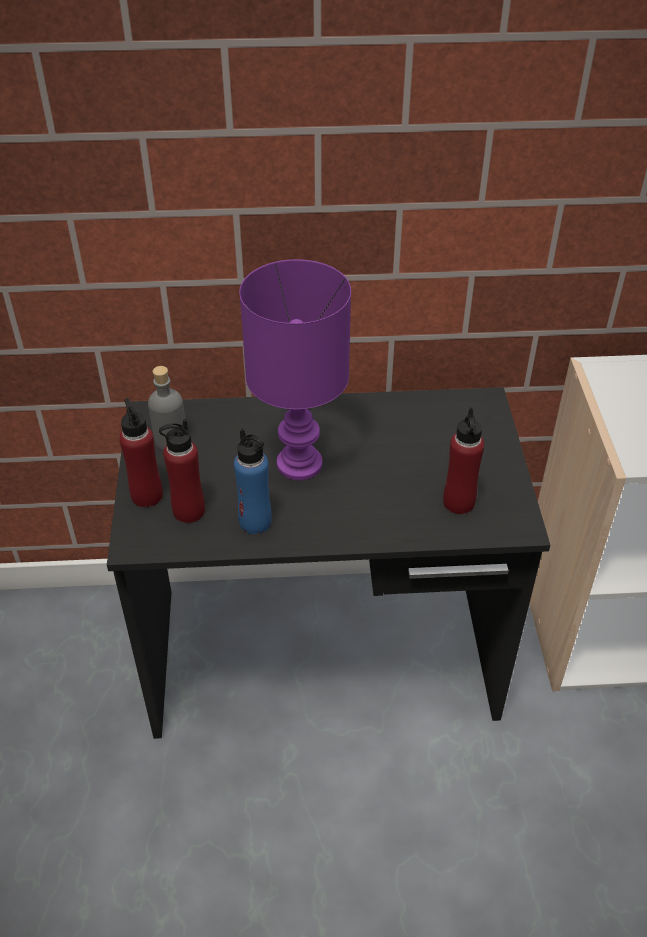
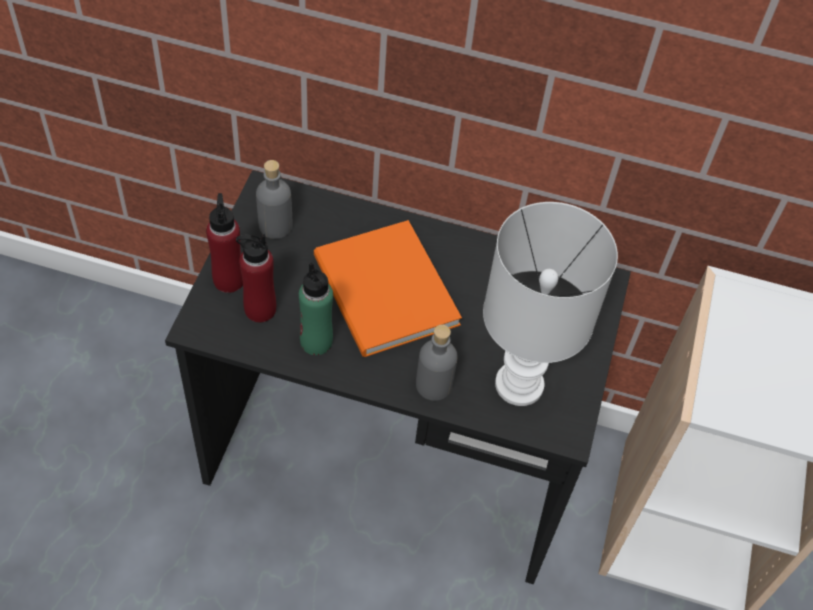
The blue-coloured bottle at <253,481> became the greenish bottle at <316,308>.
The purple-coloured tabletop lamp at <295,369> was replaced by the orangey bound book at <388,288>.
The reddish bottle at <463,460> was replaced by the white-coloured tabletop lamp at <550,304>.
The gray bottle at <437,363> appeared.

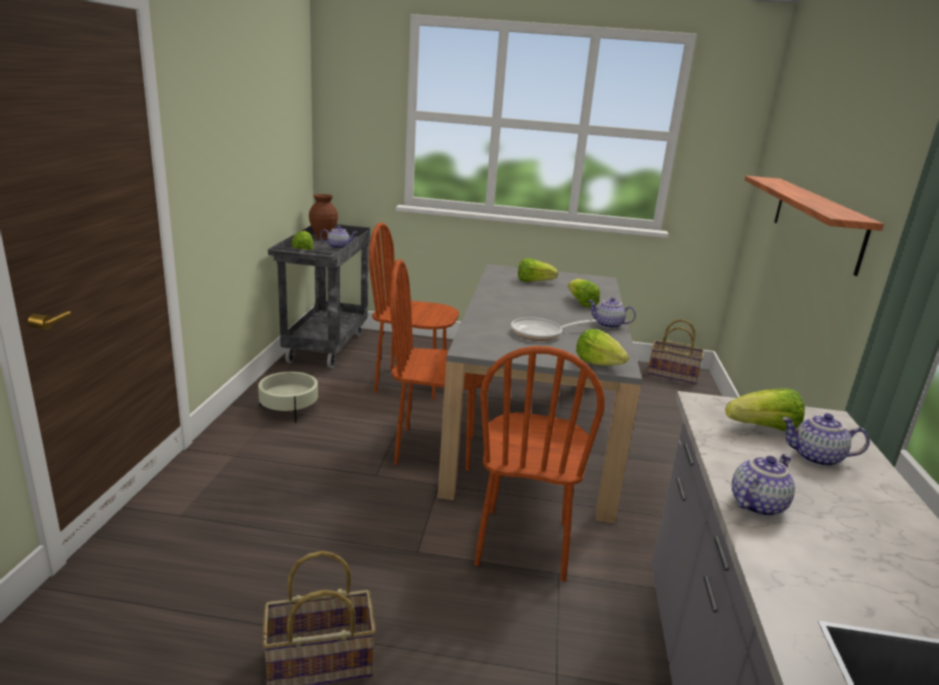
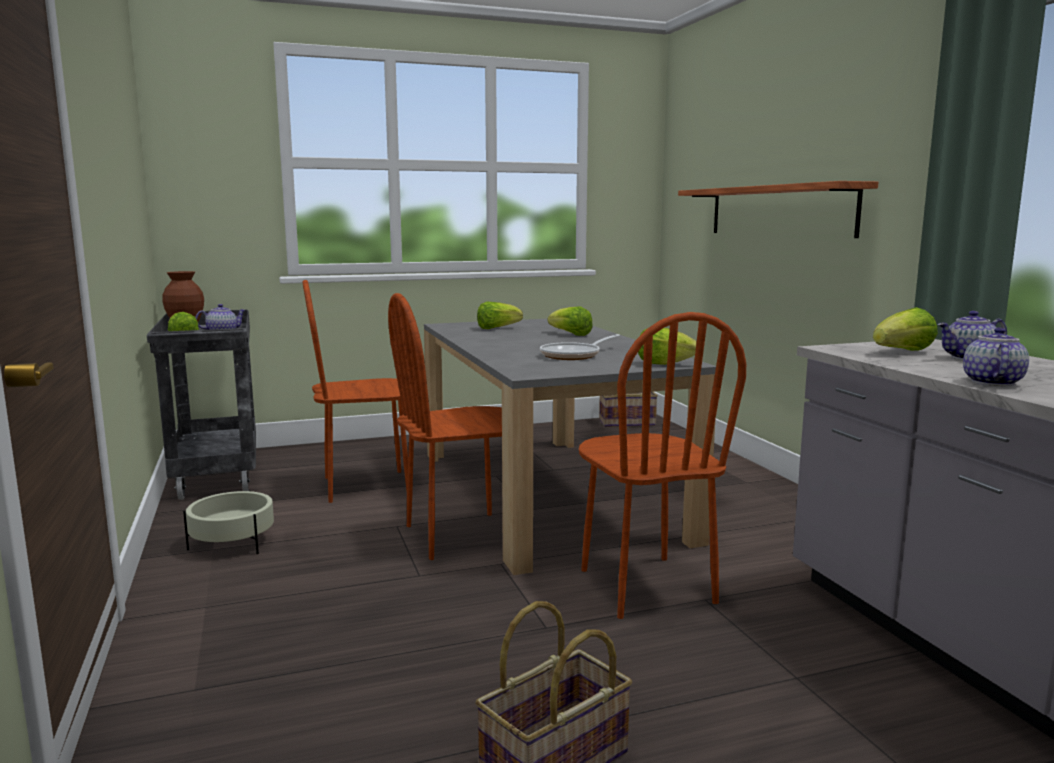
The teapot at <612,313> disappeared.

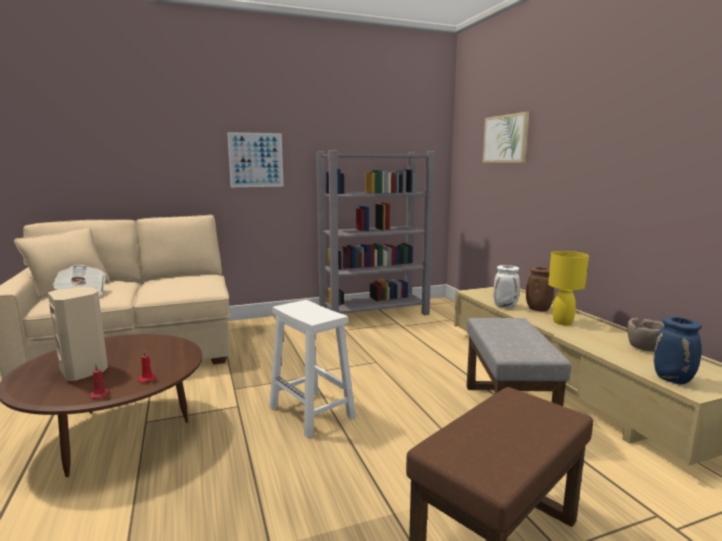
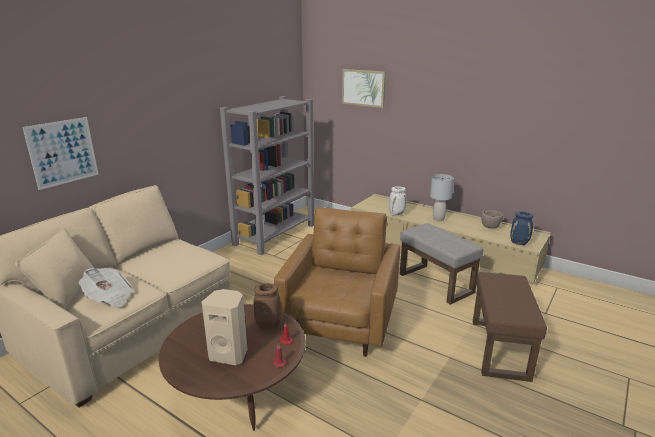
The wall art moved from <255,159> to <61,153>.
The white-coloured sitting stool at <313,369> was replaced by the brownish armchair at <337,282>.
The brownish vase moved from <540,289> to <267,306>.
The yellowish tabletop lamp at <568,288> became the gray tabletop lamp at <442,197>.

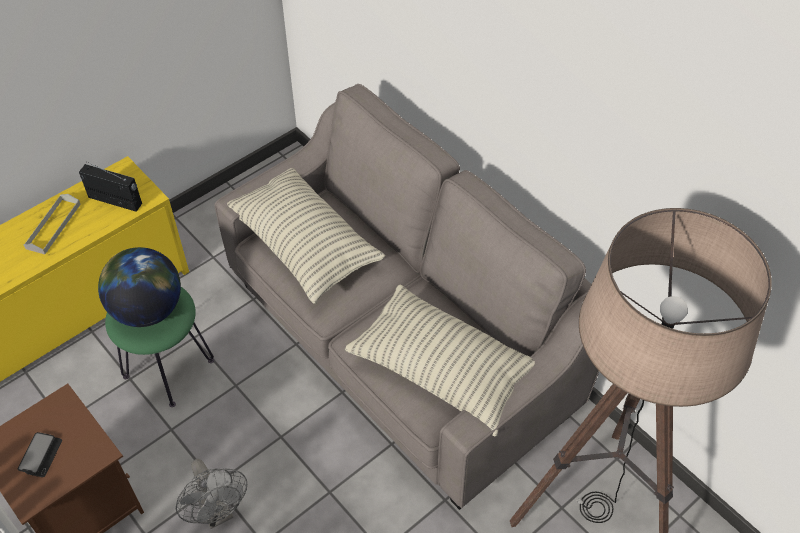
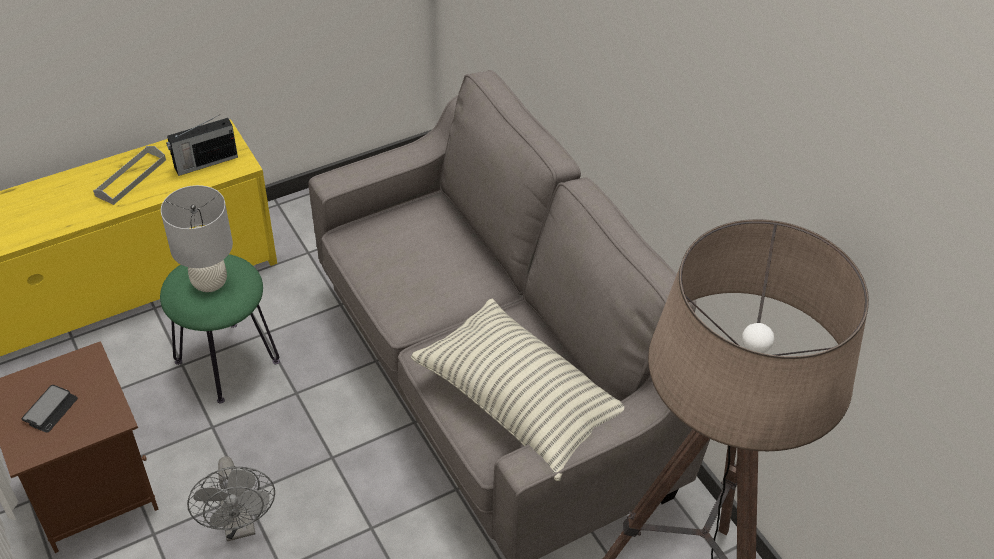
The radio set at <110,187> turned 120 degrees clockwise.
The desk globe at <139,287> was replaced by the gray tabletop lamp at <197,238>.
The throw pillow at <306,236> disappeared.

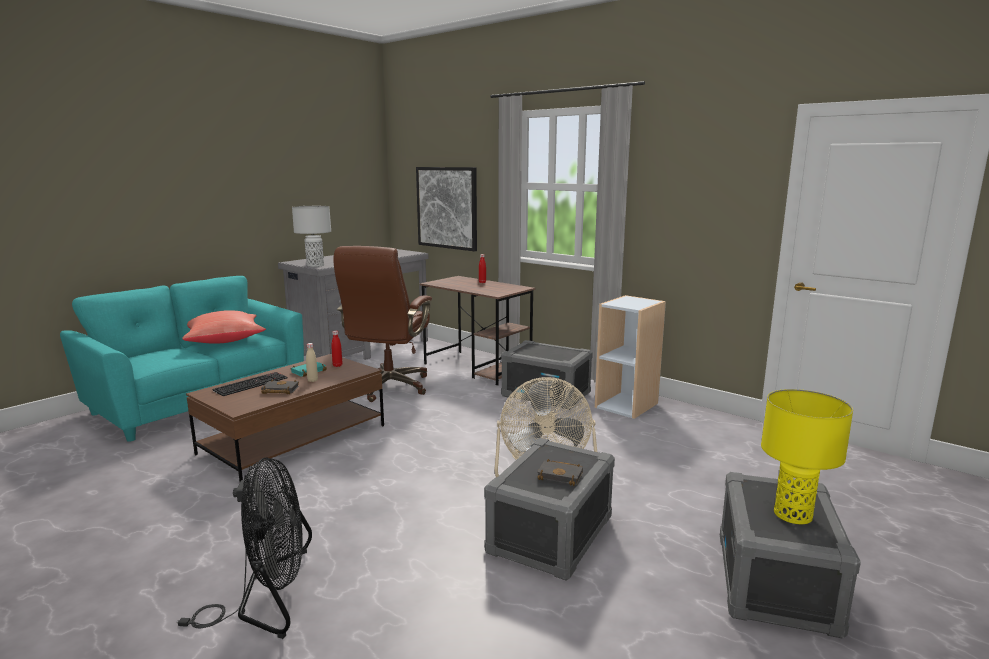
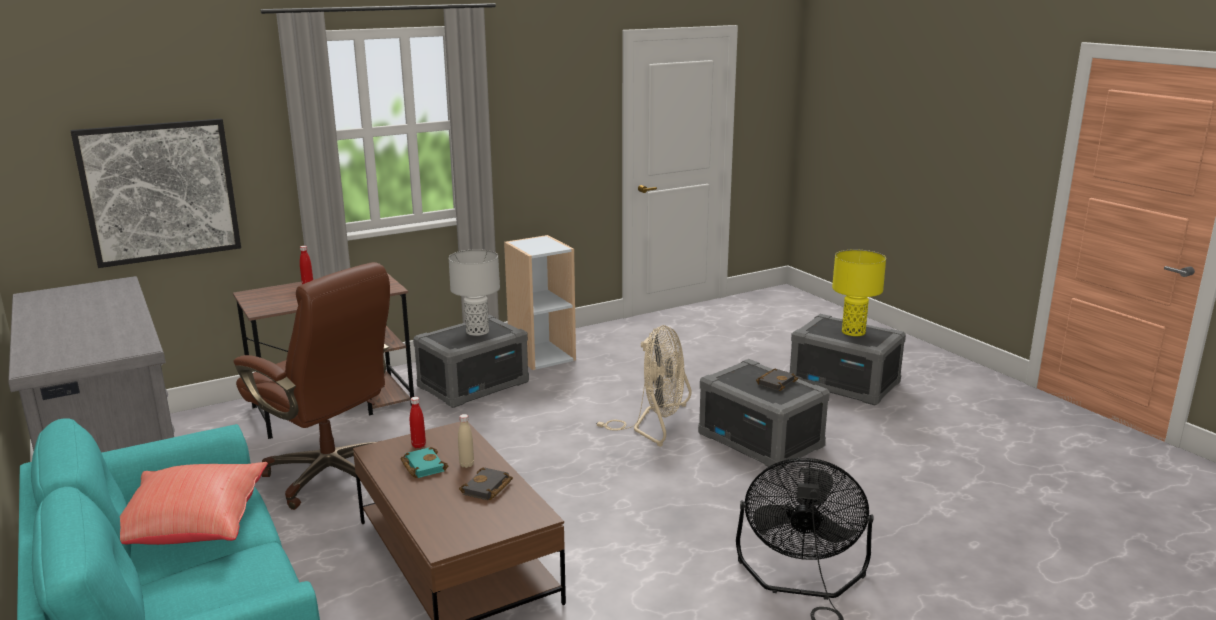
The keyboard at <250,384> disappeared.
The white-coloured tabletop lamp moved from <311,236> to <474,292>.

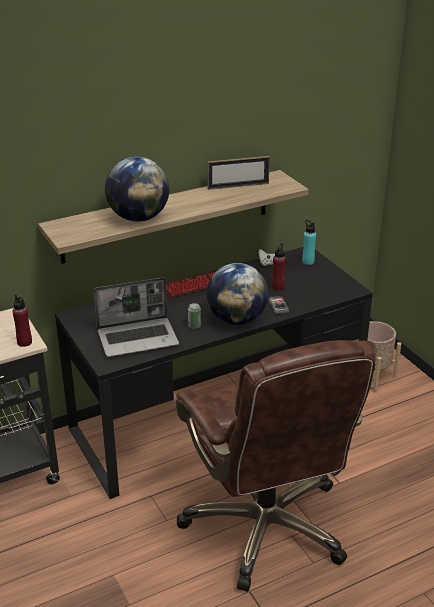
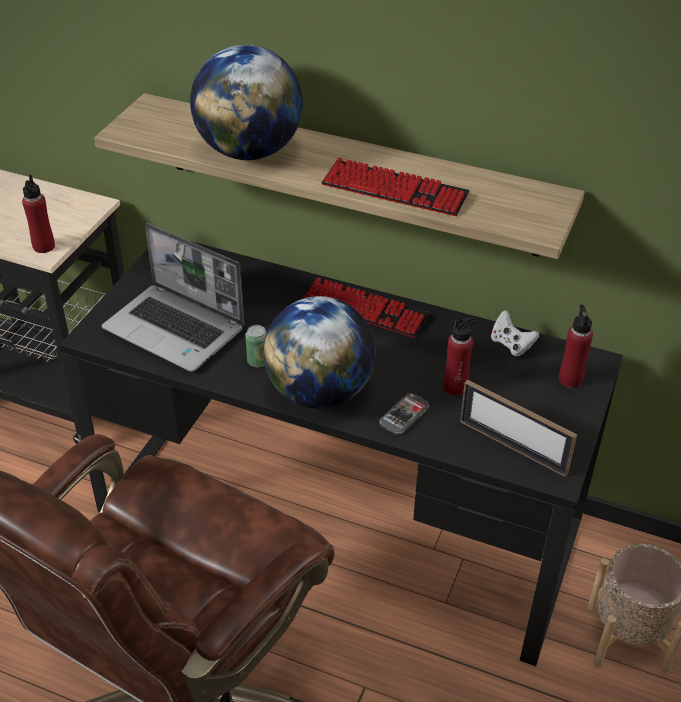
The picture frame moved from <238,173> to <518,428>.
The turquoise bottle at <309,242> became the reddish bottle at <576,346>.
The keyboard at <396,186> appeared.

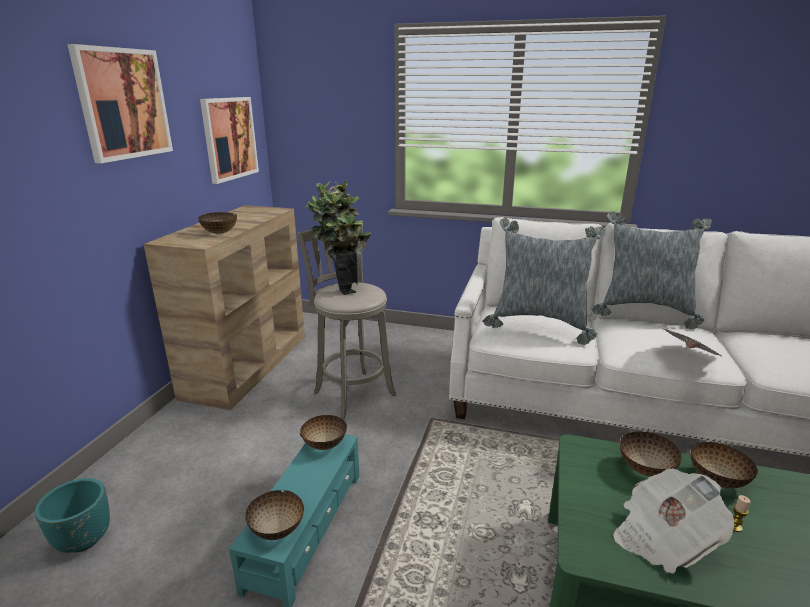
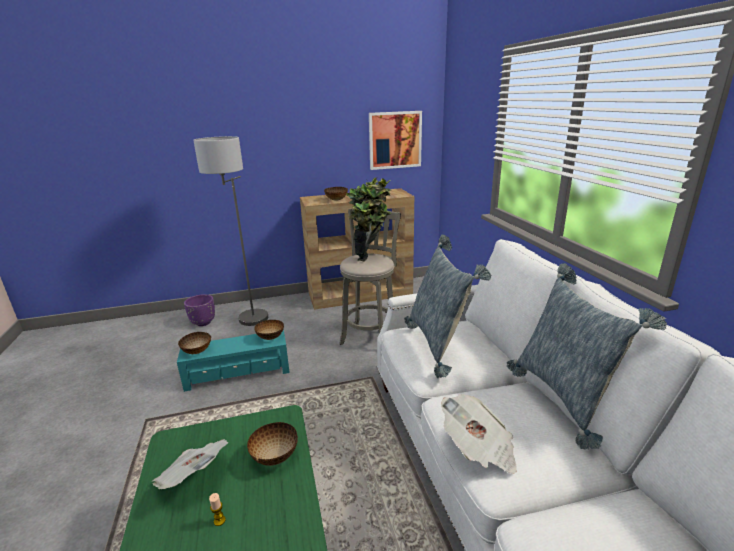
The turquoise plant pot at <72,515> became the purple-coloured plant pot at <199,310>.
The wall art at <120,103> disappeared.
The deep dish at <724,465> disappeared.
The gray standard lamp at <230,231> appeared.

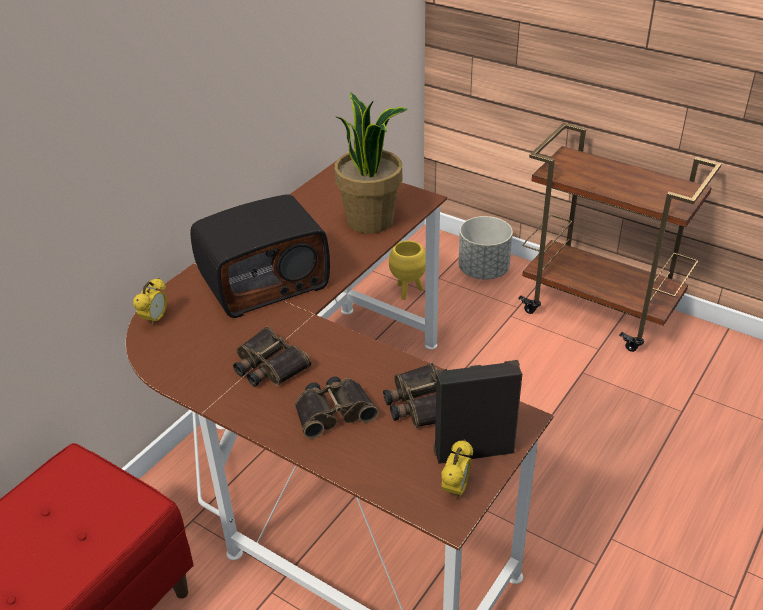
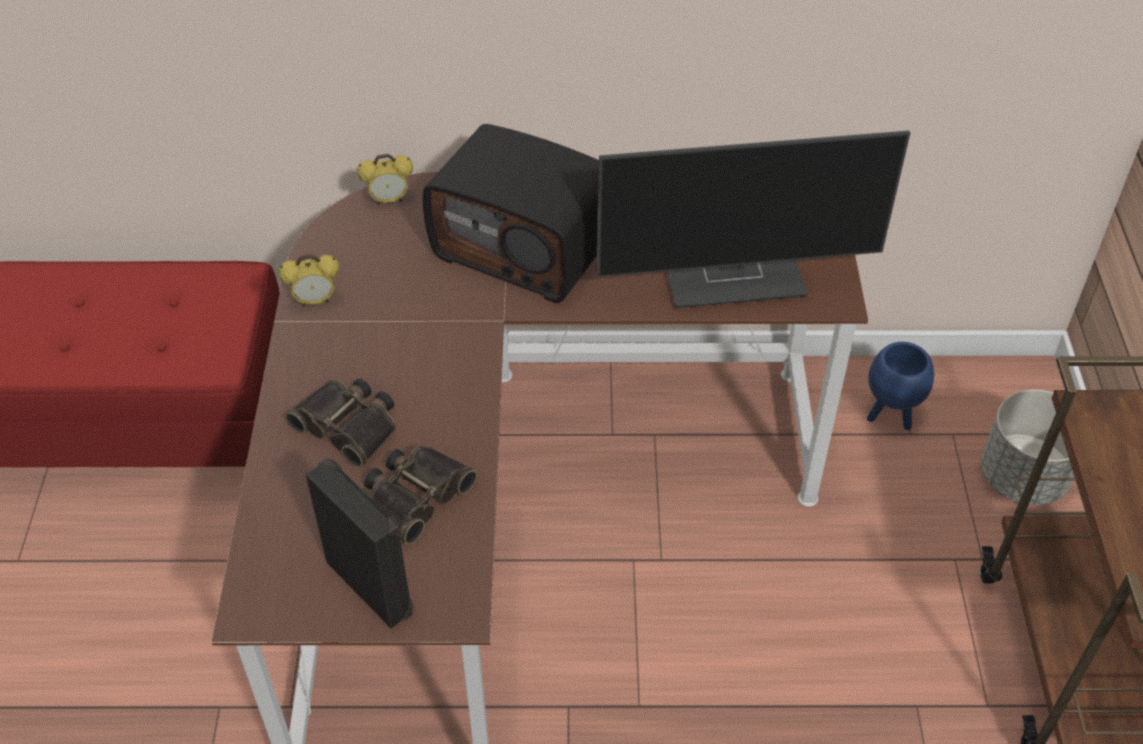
The field glasses at <272,356> disappeared.
The houseplant at <371,163> was replaced by the computer screen at <753,219>.
The yellowish plant pot at <407,270> became the blue-coloured plant pot at <900,386>.
The bedside clock moved from <457,470> to <309,280>.

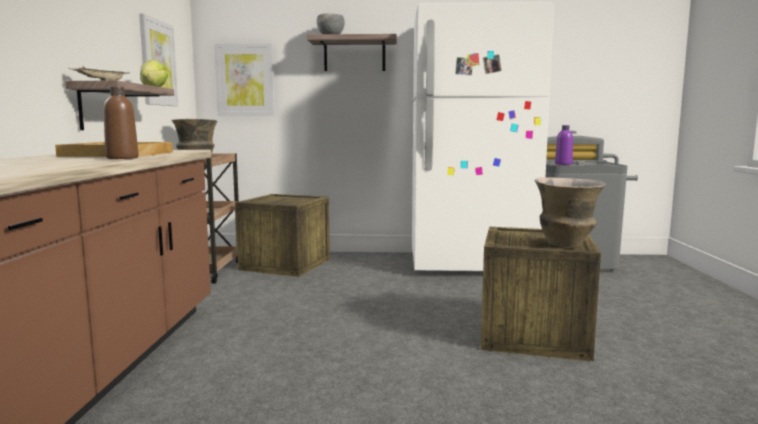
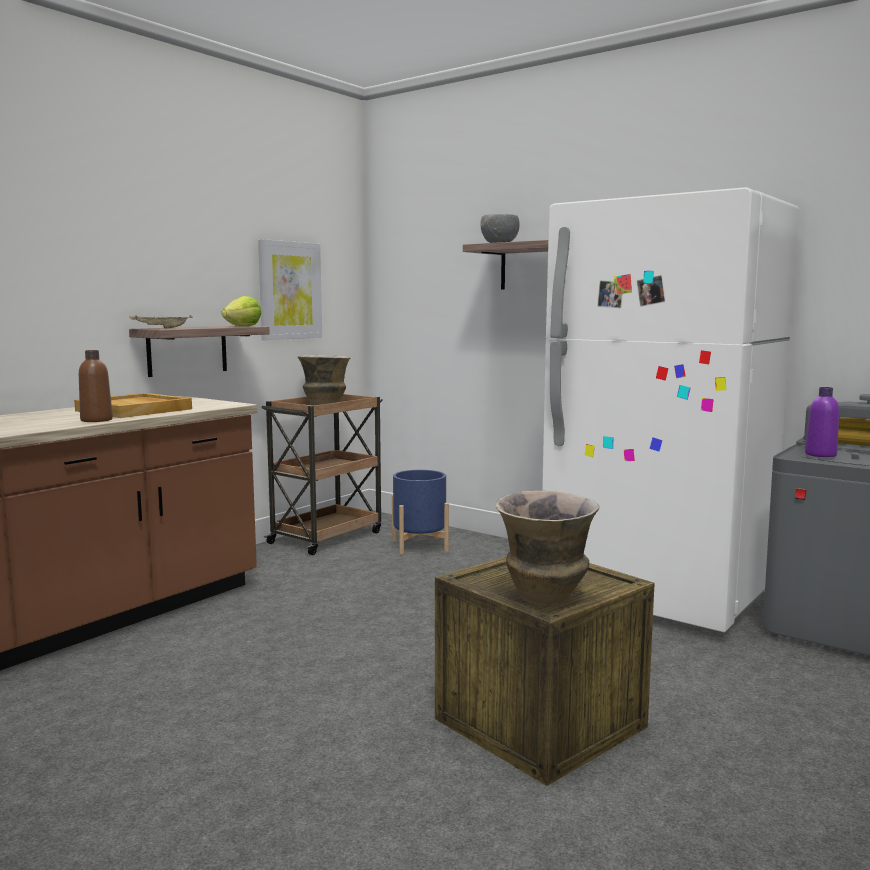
The wall art at <244,79> disappeared.
The crate at <282,235> was replaced by the blue-coloured plant pot at <420,512>.

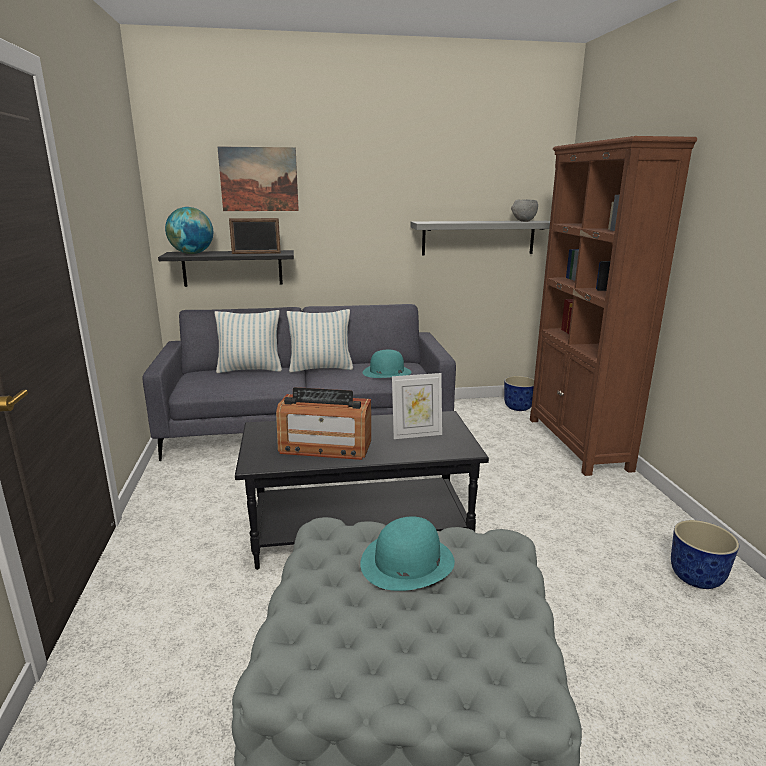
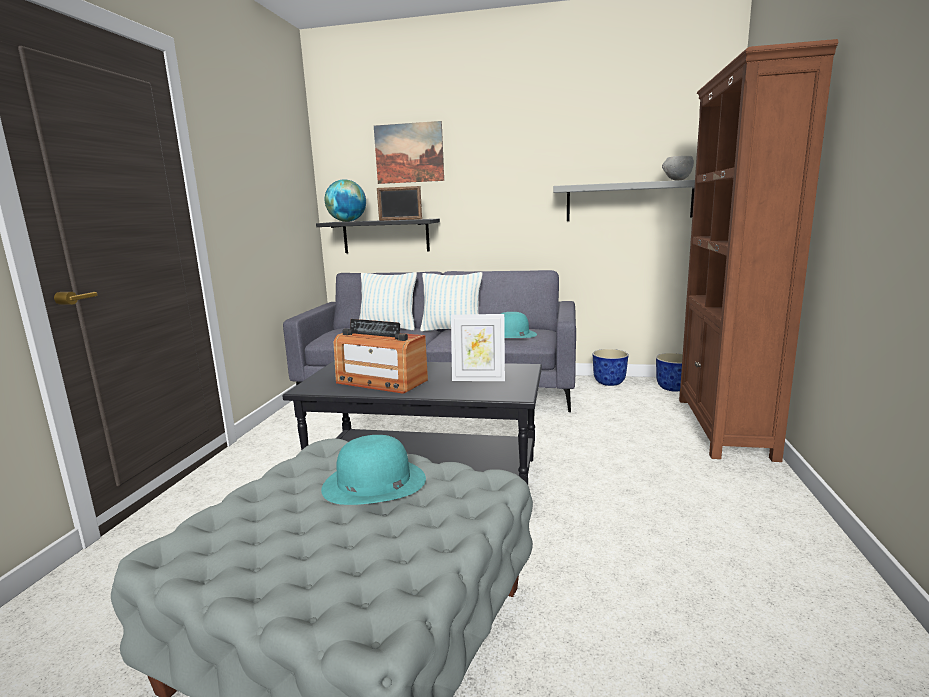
The plant pot moved from <705,554> to <611,367>.

